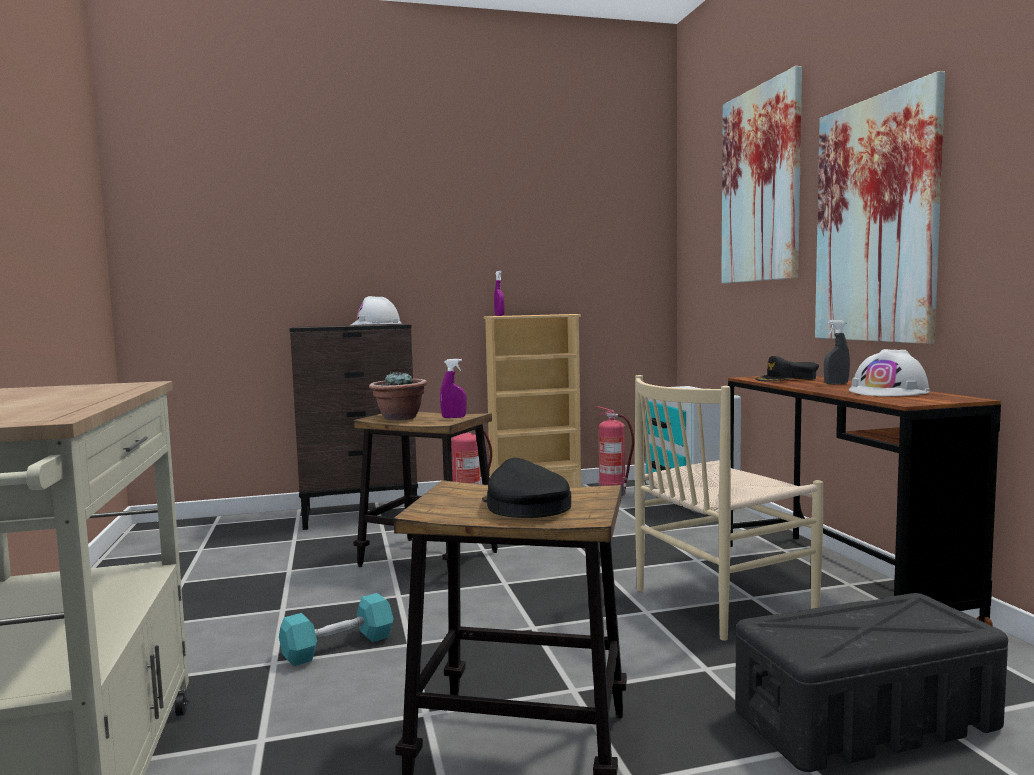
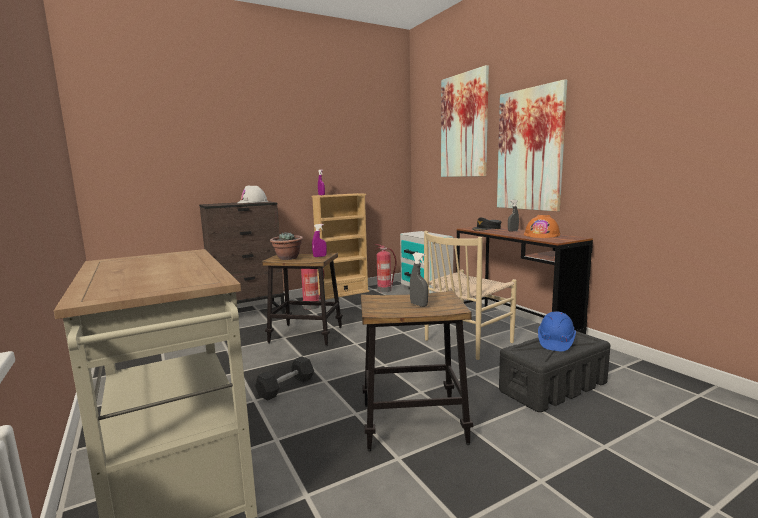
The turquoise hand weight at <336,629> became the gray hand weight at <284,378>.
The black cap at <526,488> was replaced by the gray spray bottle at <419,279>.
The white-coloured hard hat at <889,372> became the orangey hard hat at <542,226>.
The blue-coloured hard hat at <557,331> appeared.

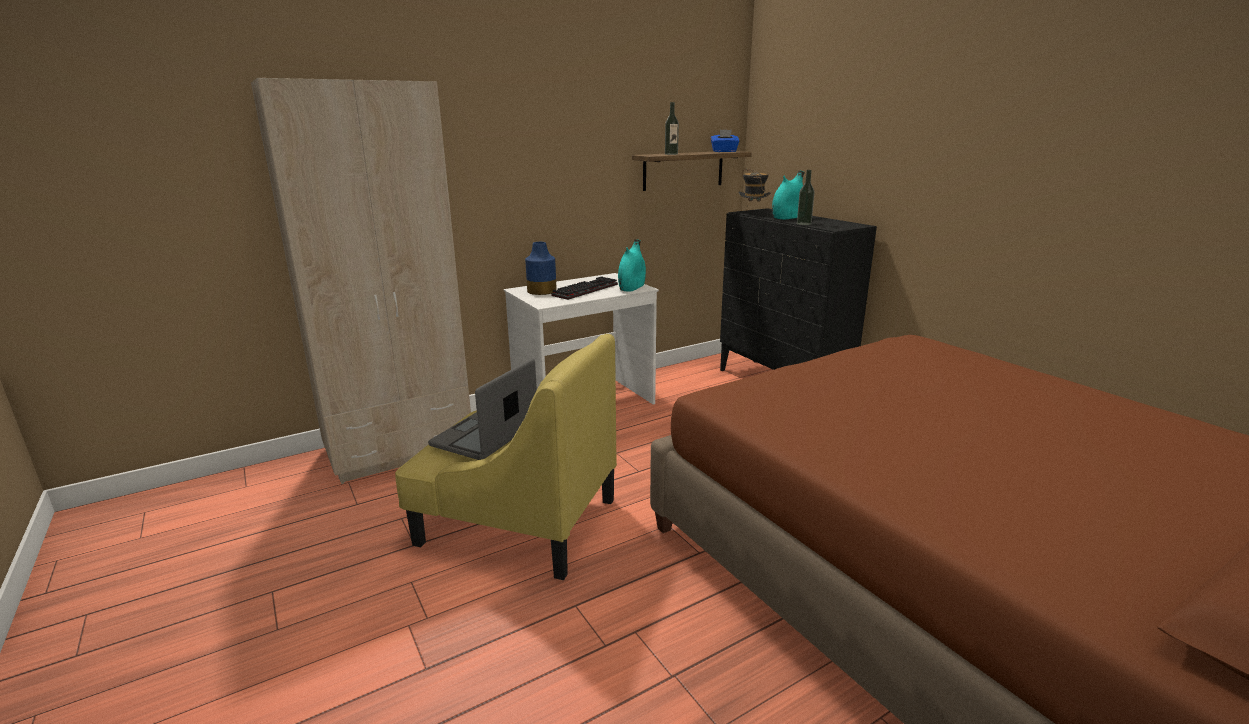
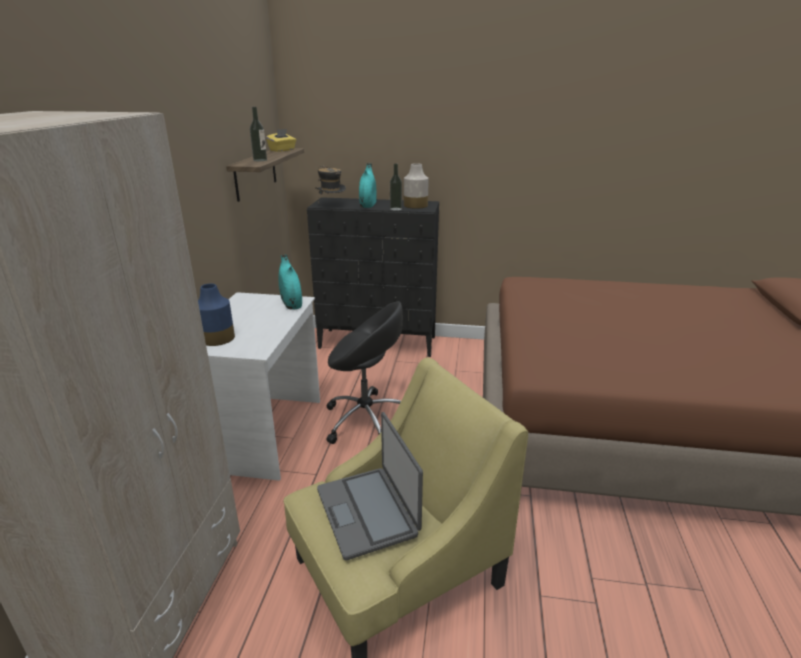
The keyboard at <585,288> disappeared.
The blue-coloured tissue box at <725,141> became the yellowish tissue box at <281,140>.
The black computer chair at <364,372> appeared.
The beige vase at <416,186> appeared.

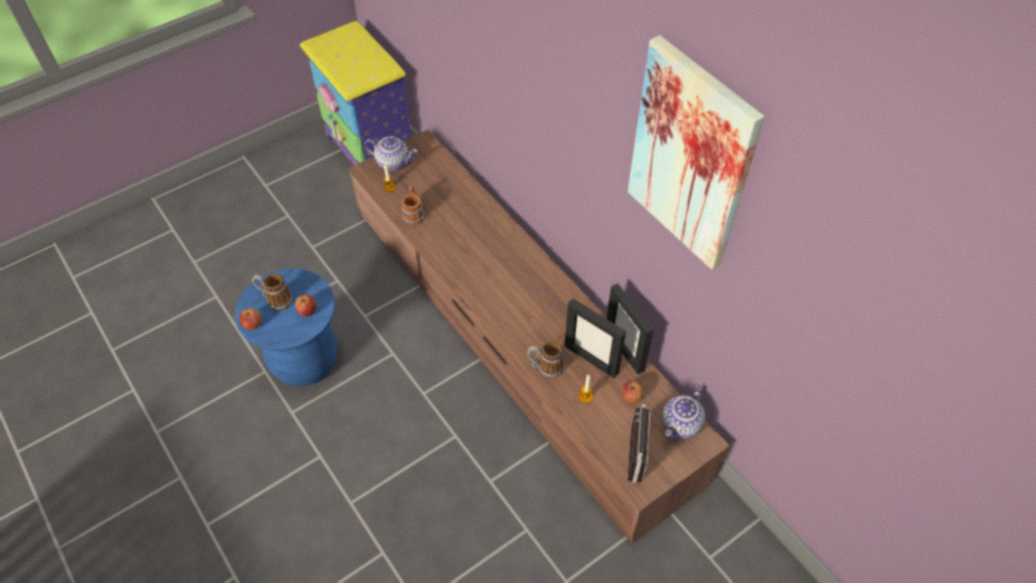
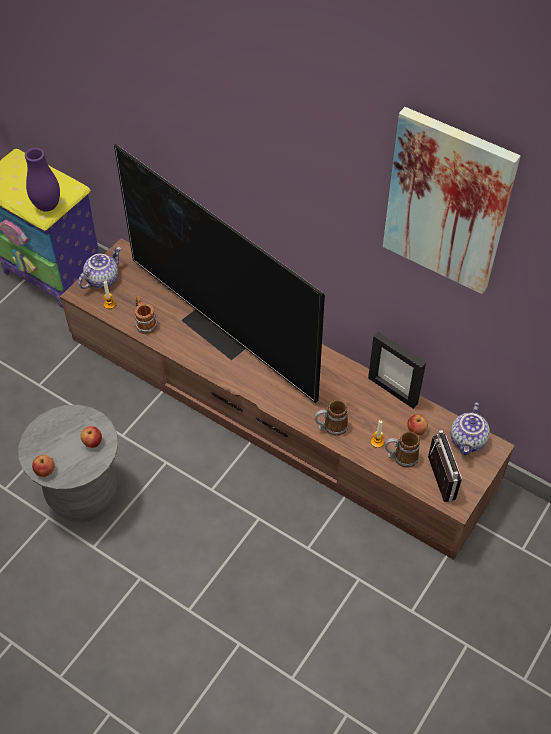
The blue-coloured sitting stool at <286,327> became the gray sitting stool at <68,463>.
The coffee mug moved from <272,292> to <402,449>.
The teapot at <390,153> turned 45 degrees counterclockwise.
The picture frame at <595,338> disappeared.
The purple-coloured vase at <42,180> appeared.
The television at <219,273> appeared.

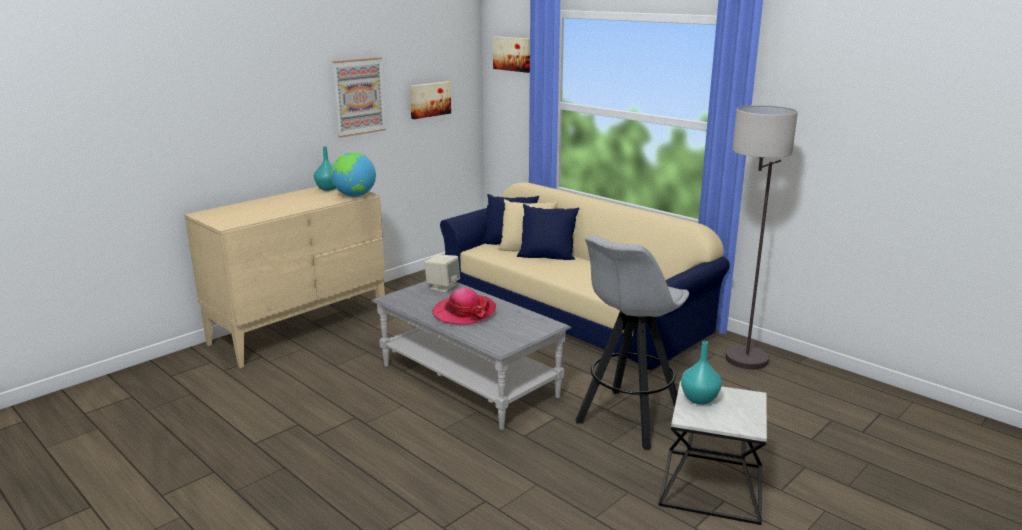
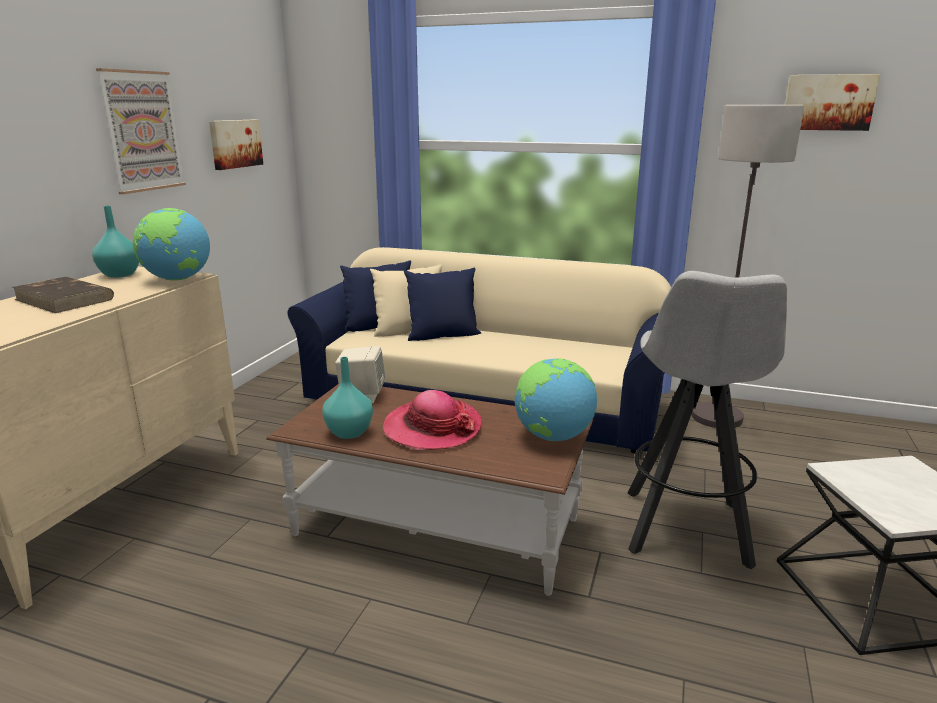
The gray lounge table at <471,355> became the brownish lounge table at <429,490>.
The wall art moved from <511,54> to <832,102>.
The turquoise vase moved from <701,373> to <347,398>.
The brownish bound book at <63,295> appeared.
The desk globe at <556,399> appeared.

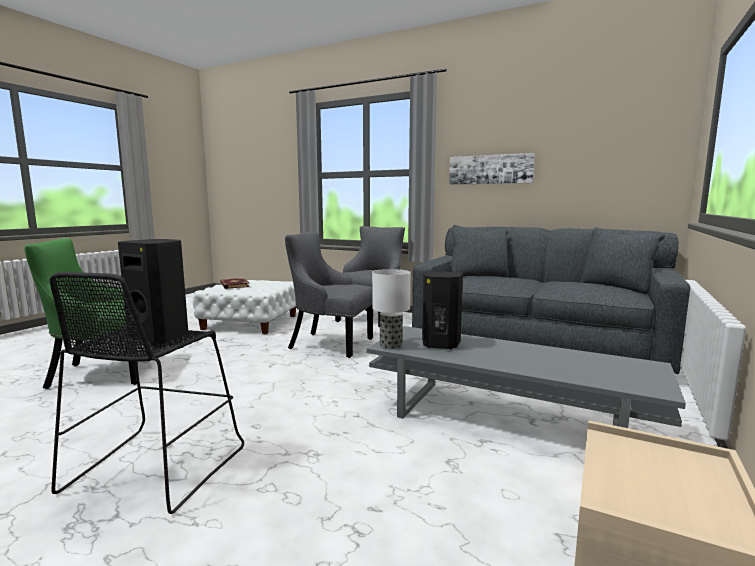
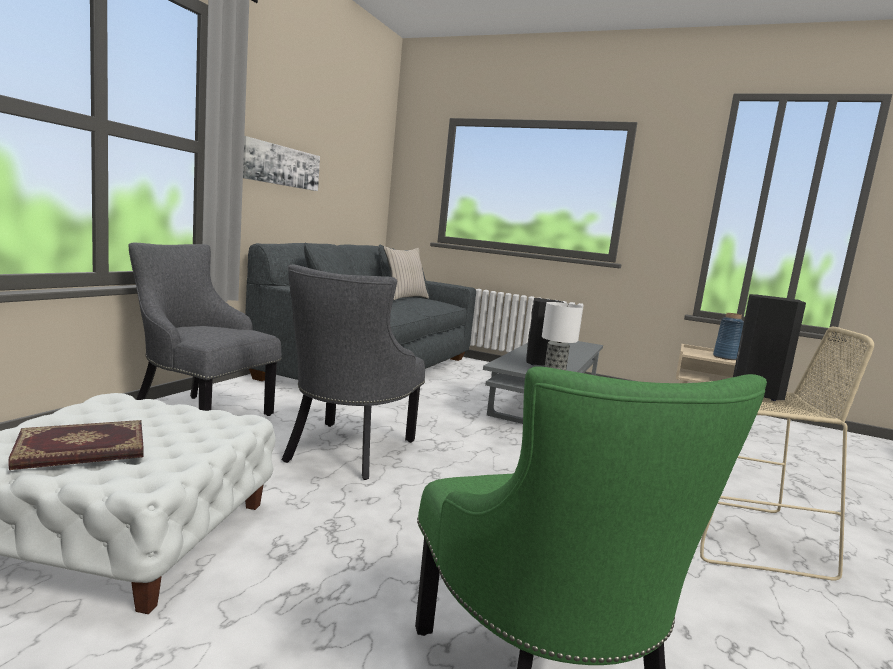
The black sitting stool at <147,393> became the beige sitting stool at <787,454>.
The beige throw pillow at <406,273> appeared.
The blue-coloured vase at <728,336> appeared.

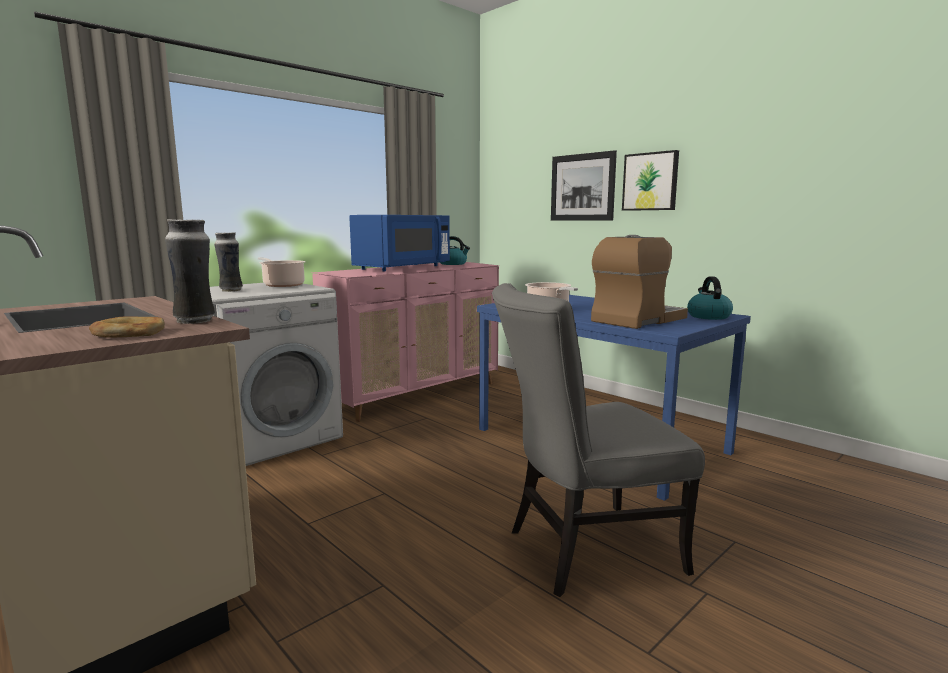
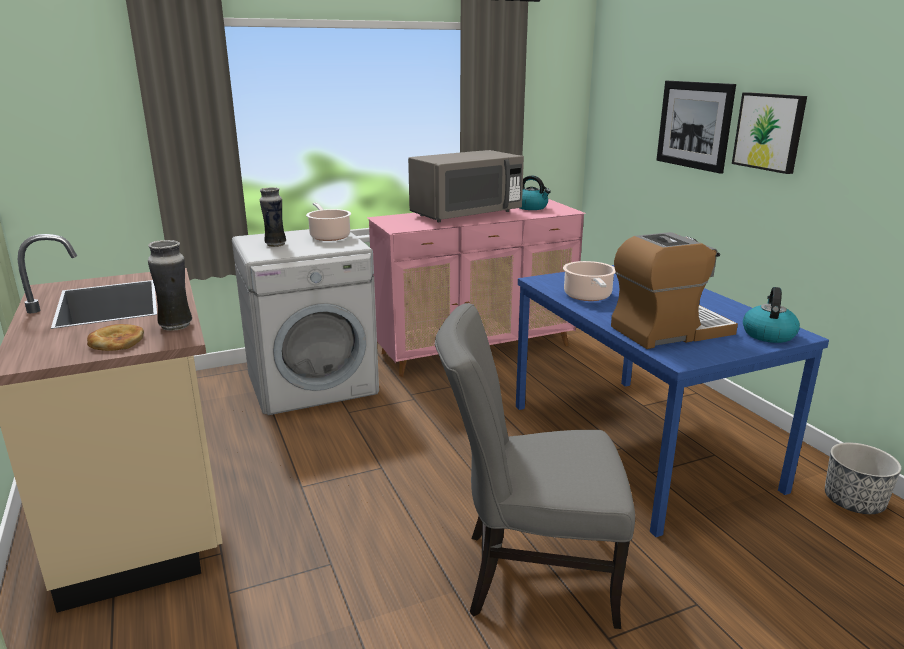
The blue-coloured microwave at <399,243> became the gray microwave at <466,186>.
The plant pot at <863,478> appeared.

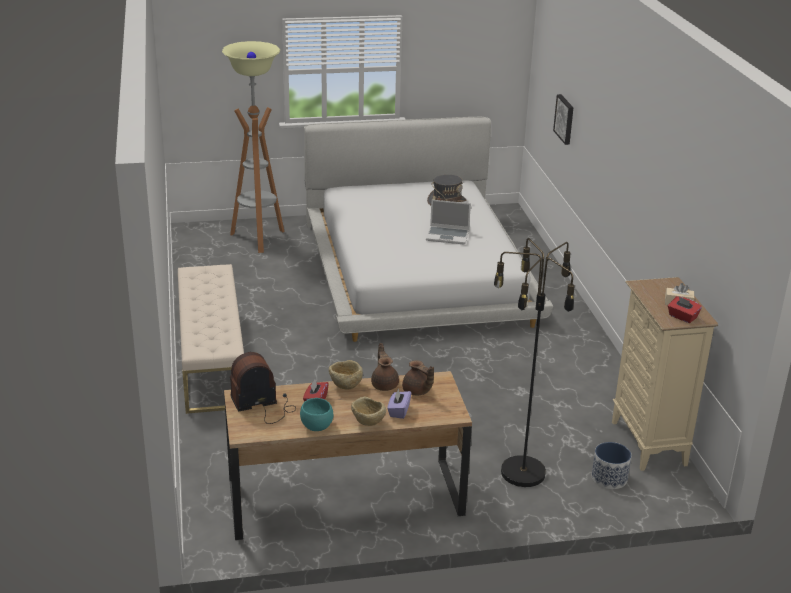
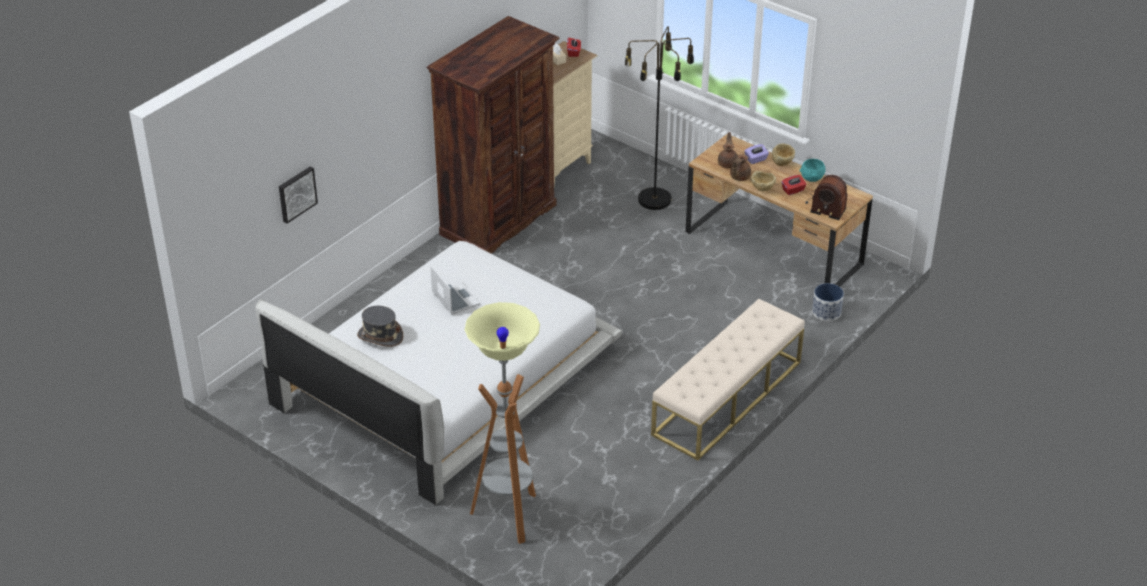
The plant pot moved from <611,465> to <828,302>.
The brownish clothes cupboard at <492,135> appeared.

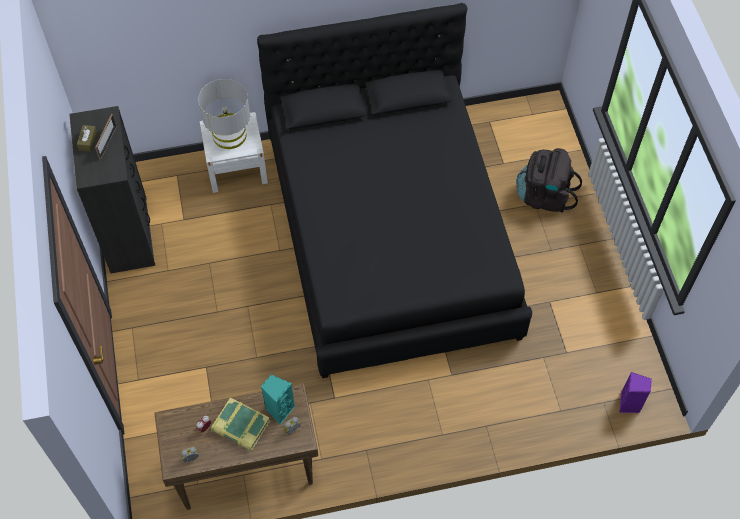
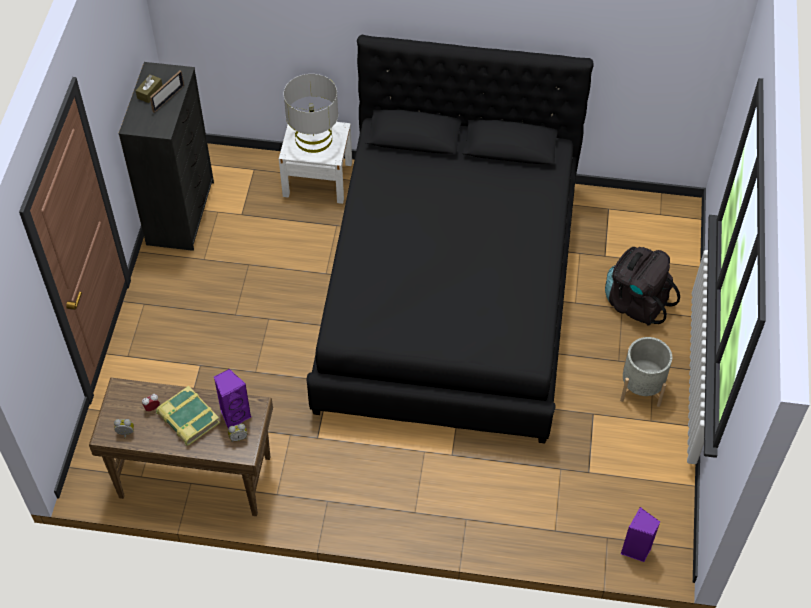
The turquoise speaker at <278,400> became the purple-coloured speaker at <232,399>.
The gray plant pot at <646,372> appeared.

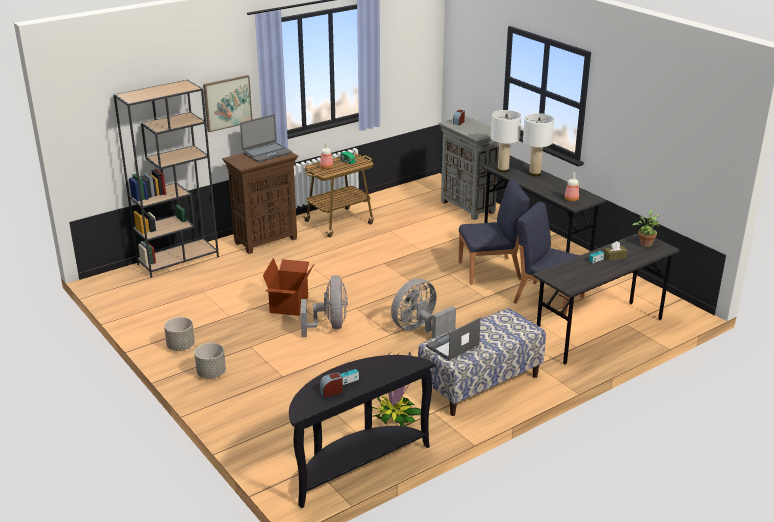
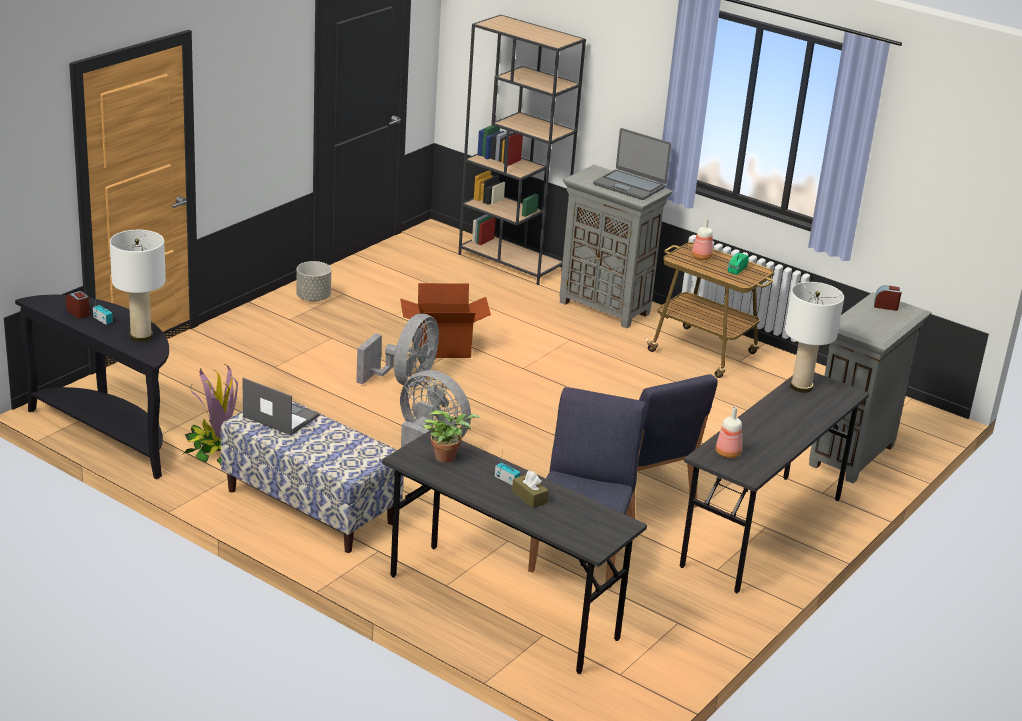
The gray plant pot at <210,360> disappeared.
The wall art at <228,103> disappeared.
The brownish cupboard at <260,203> became the gray cupboard at <616,247>.
The gray cooling fan at <324,306> turned 45 degrees counterclockwise.
The white-coloured tabletop lamp moved from <538,144> to <138,286>.
The houseplant moved from <646,228> to <451,436>.

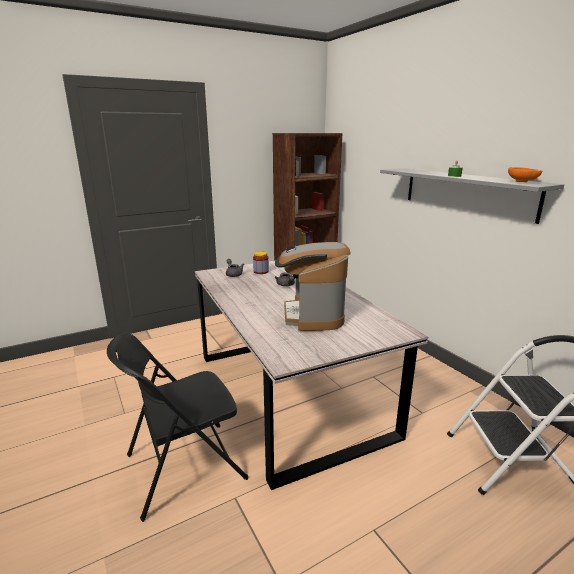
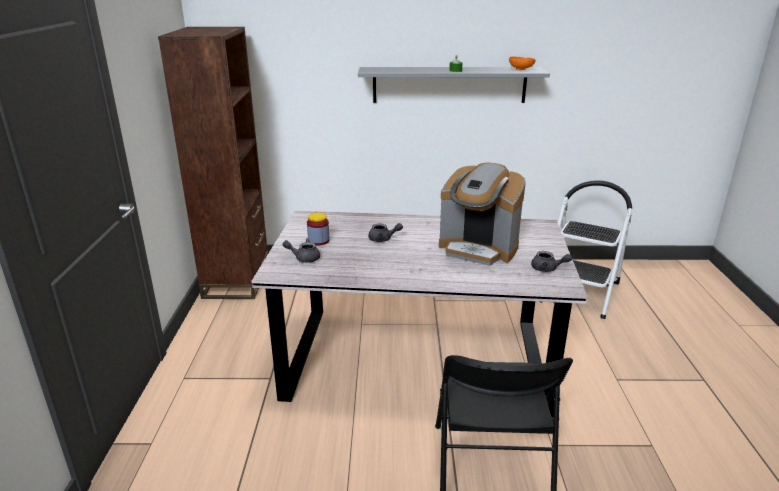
The gray teapot at <551,261> appeared.

